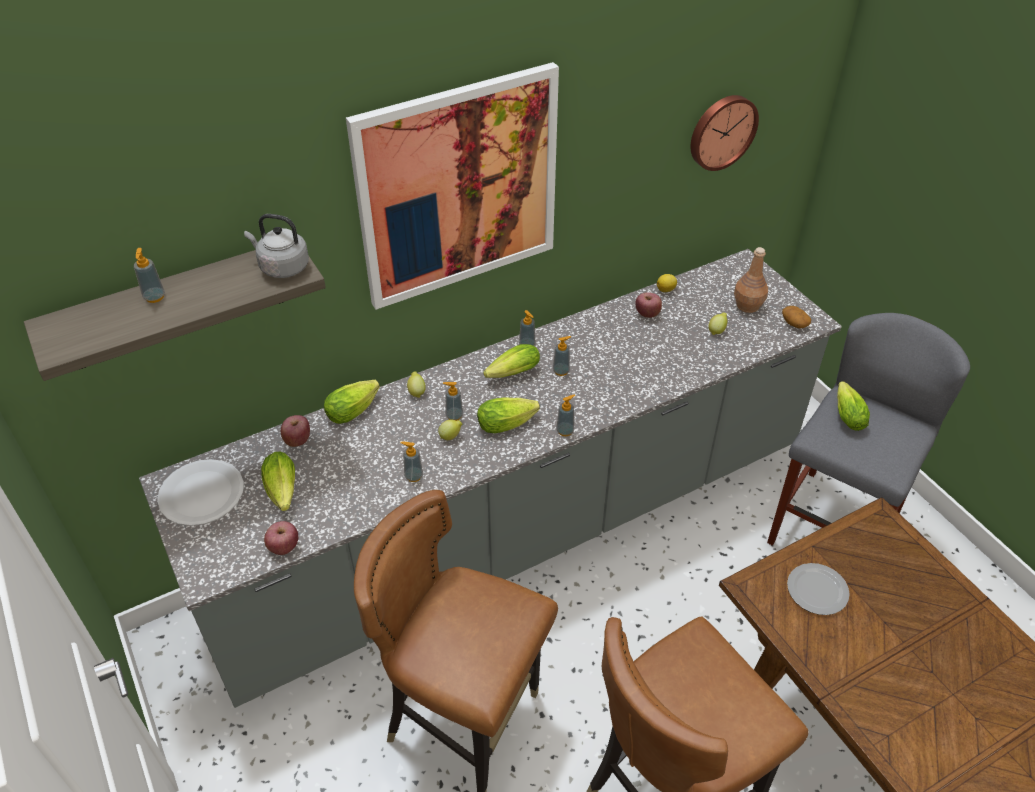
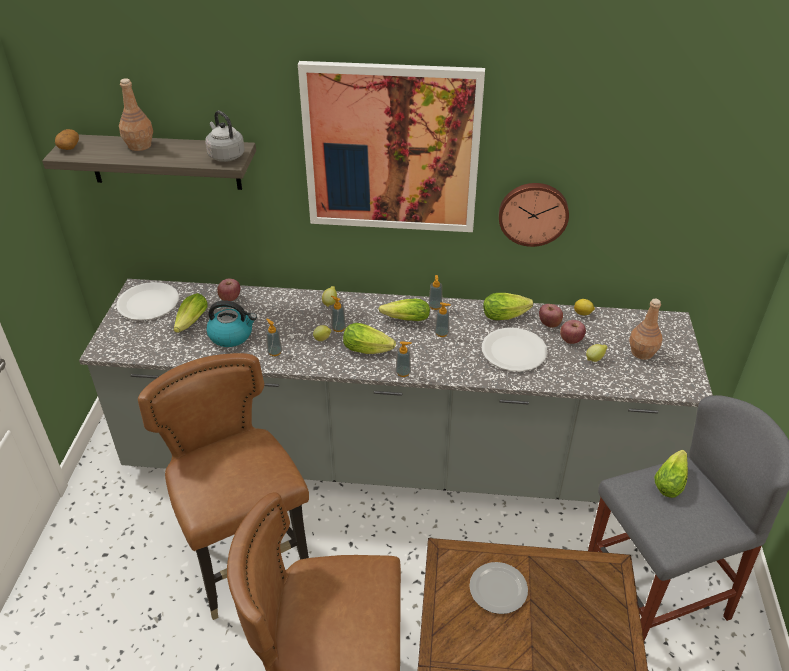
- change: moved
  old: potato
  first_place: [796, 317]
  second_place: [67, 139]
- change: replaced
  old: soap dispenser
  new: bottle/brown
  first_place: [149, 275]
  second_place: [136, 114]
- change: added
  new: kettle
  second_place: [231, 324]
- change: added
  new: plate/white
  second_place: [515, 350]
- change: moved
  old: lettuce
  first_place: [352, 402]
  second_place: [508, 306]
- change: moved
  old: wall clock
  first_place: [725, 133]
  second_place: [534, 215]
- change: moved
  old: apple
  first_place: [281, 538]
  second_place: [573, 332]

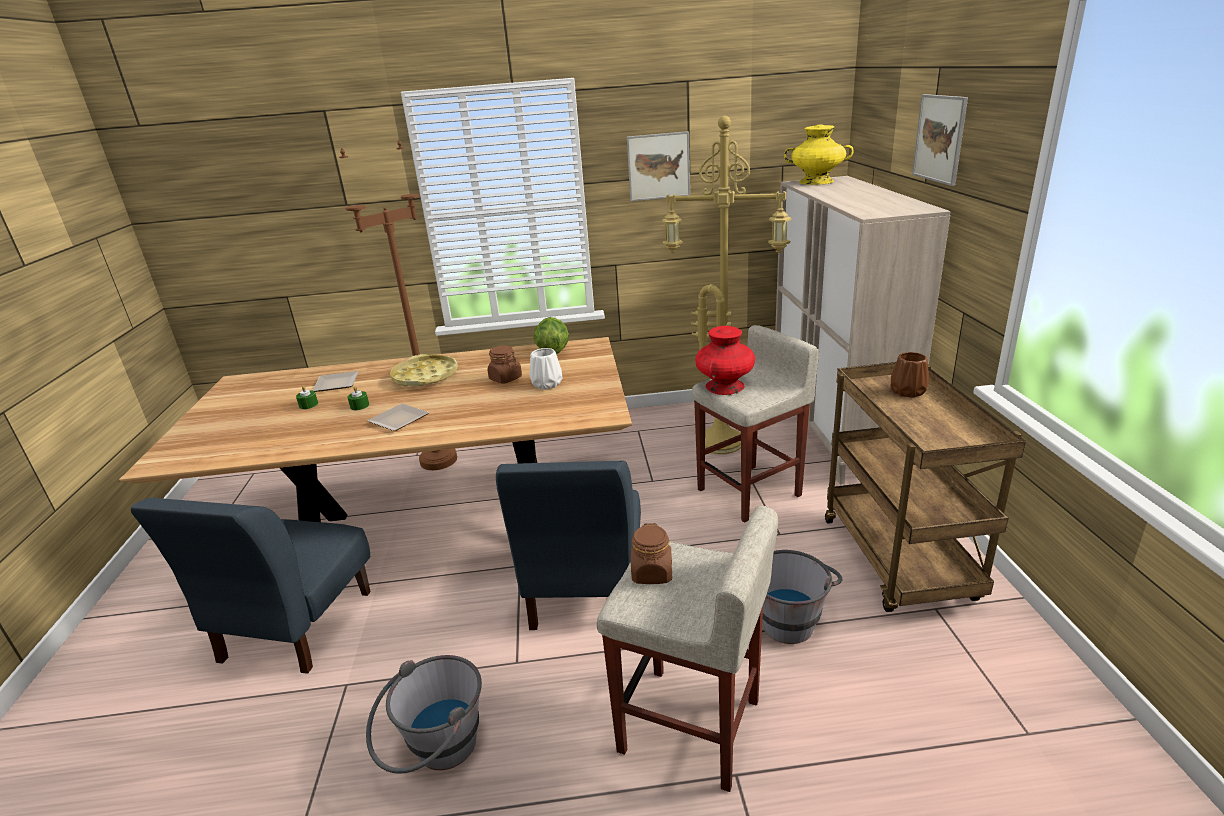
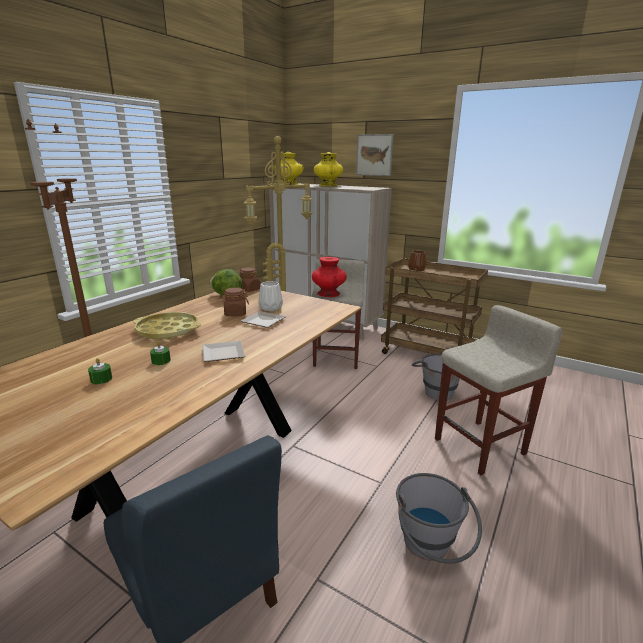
- change: moved
  old: jar/brown
  first_place: [651, 553]
  second_place: [250, 279]
- change: moved
  old: plate
  first_place: [335, 381]
  second_place: [263, 319]
- change: added
  new: vase/yellow
  second_place: [328, 169]
- change: removed
  old: chair/blue
  first_place: [568, 545]
- change: removed
  old: picture
  first_place: [658, 166]

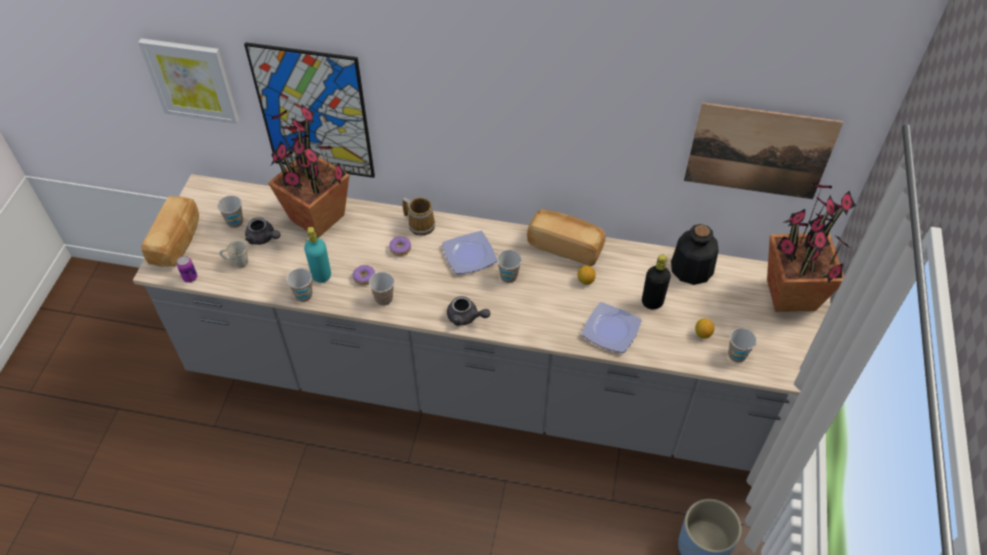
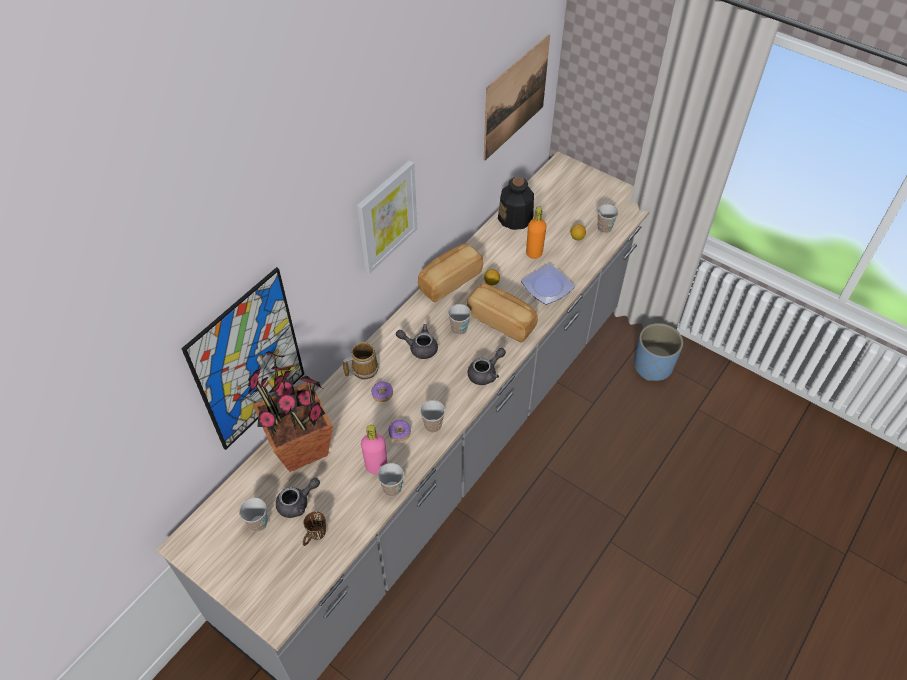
- change: recoloured
  old: mug/white
  new: mug/brown
  first_place: [233, 254]
  second_place: [314, 528]
- change: moved
  old: picture
  first_place: [188, 81]
  second_place: [387, 217]
- change: recoloured
  old: bottle/turquoise
  new: bottle/pink
  first_place: [317, 255]
  second_place: [374, 449]
- change: replaced
  old: plate
  new: teapot/grey
  first_place: [469, 252]
  second_place: [417, 341]
- change: moved
  old: bread
  first_place: [170, 231]
  second_place: [502, 313]
- change: recoloured
  old: bottle/black
  new: bottle/orange
  first_place: [656, 282]
  second_place: [536, 233]
- change: removed
  old: can
  first_place: [187, 269]
- change: removed
  old: potted plant
  first_place: [811, 247]

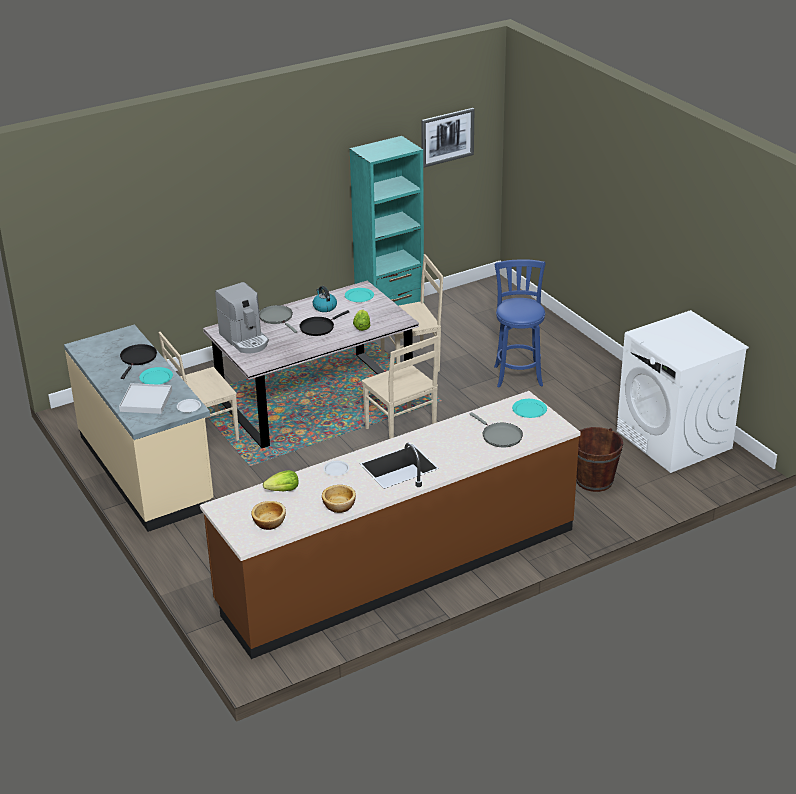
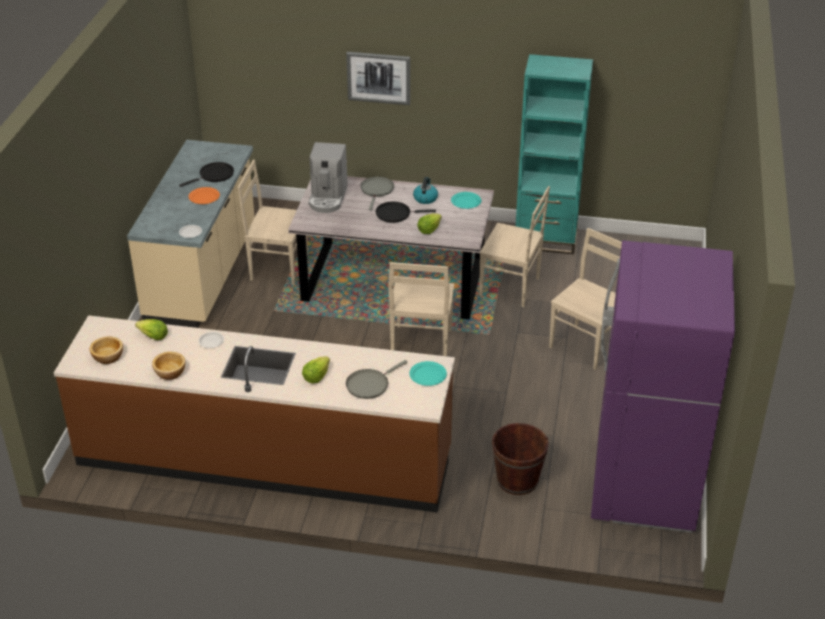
- change: recoloured
  old: plate/turquoise
  new: plate/orange
  first_place: [156, 376]
  second_place: [204, 195]
- change: added
  new: lettuce
  second_place: [316, 369]
- change: moved
  old: picture
  first_place: [447, 138]
  second_place: [378, 78]
- change: turned
  old: frying pan/grey
  first_place: [496, 429]
  second_place: [376, 379]
  degrees: 45
- change: replaced
  old: stool/blue
  new: chair/beige
  first_place: [519, 323]
  second_place: [585, 299]
- change: replaced
  old: washing machine/white
  new: fridge/purple
  first_place: [683, 391]
  second_place: [663, 386]
- change: removed
  old: tray/white
  first_place: [145, 398]

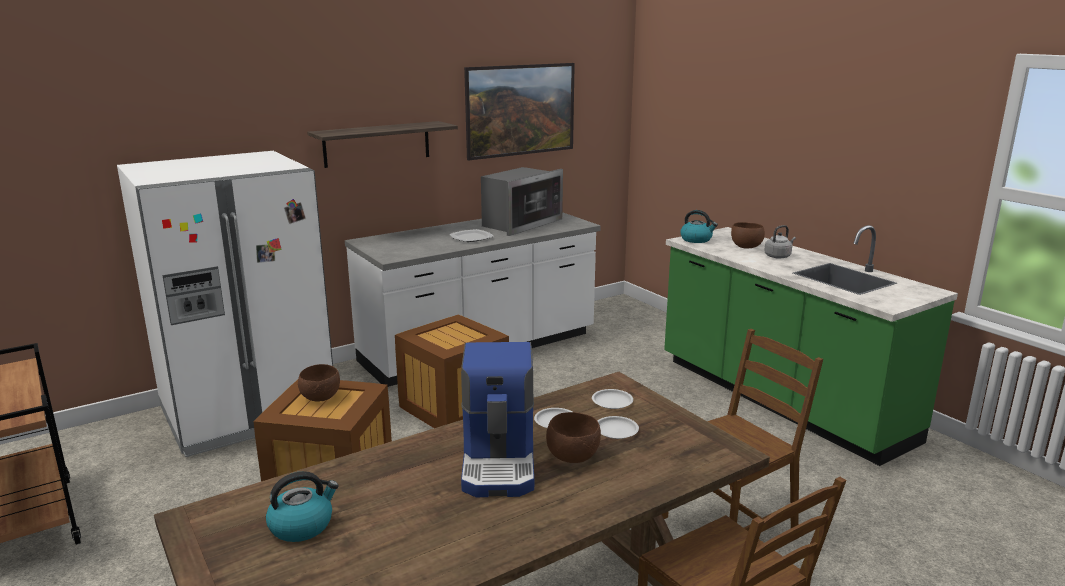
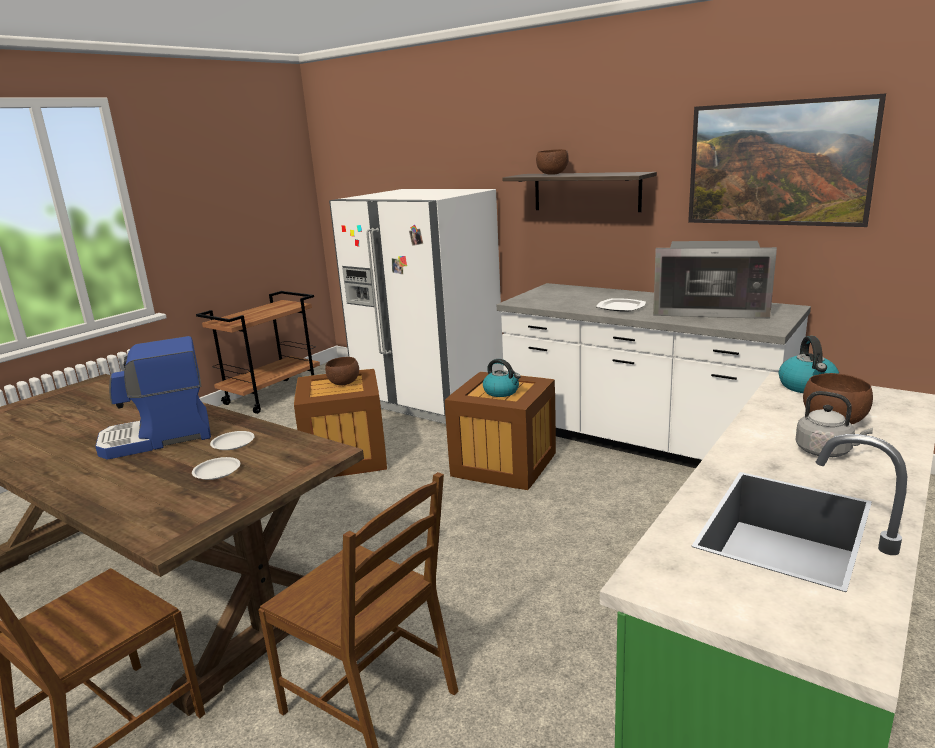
- change: moved
  old: kettle
  first_place: [302, 506]
  second_place: [502, 378]
- change: moved
  old: bowl/brown
  first_place: [573, 437]
  second_place: [552, 162]
- change: removed
  old: plate/white
  first_place: [612, 399]

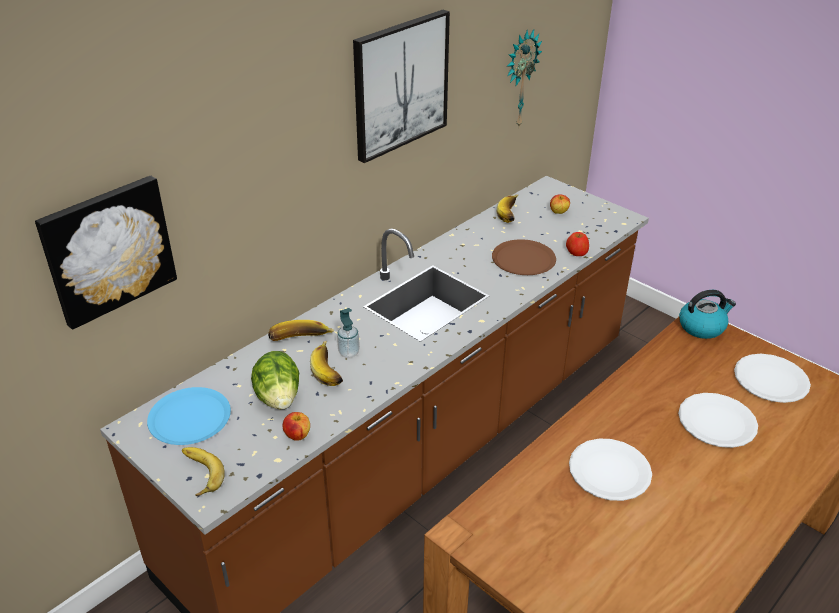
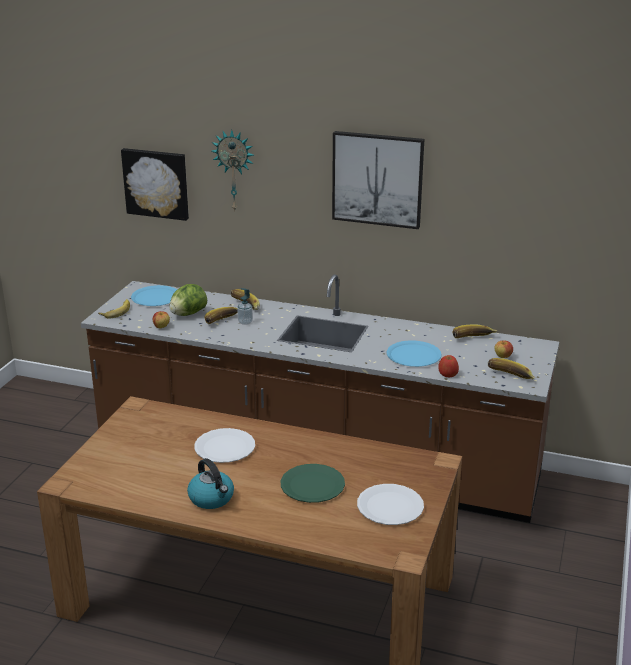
- change: moved
  old: kettle
  first_place: [707, 314]
  second_place: [210, 483]
- change: moved
  old: wall clock
  first_place: [524, 77]
  second_place: [233, 170]
- change: recoloured
  old: plate/white
  new: plate/green
  first_place: [718, 420]
  second_place: [313, 483]
- change: recoloured
  old: plate/brown
  new: plate/blue
  first_place: [524, 257]
  second_place: [414, 353]
- change: added
  new: banana
  second_place: [511, 368]

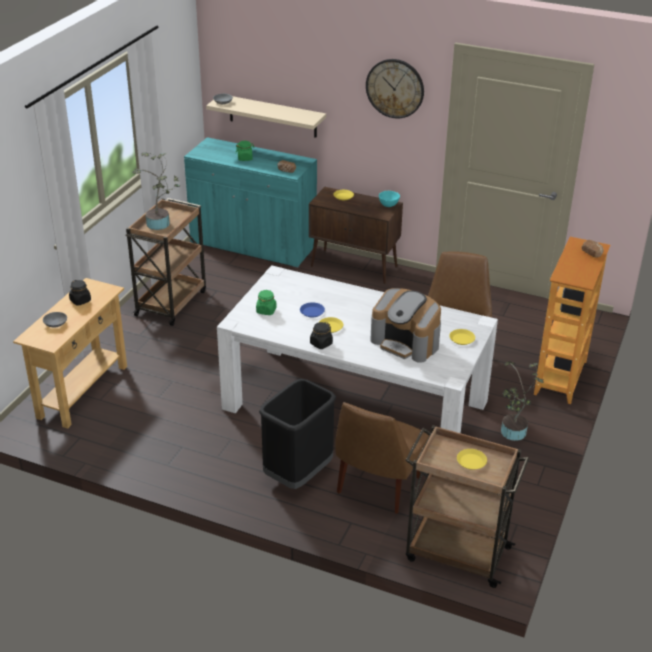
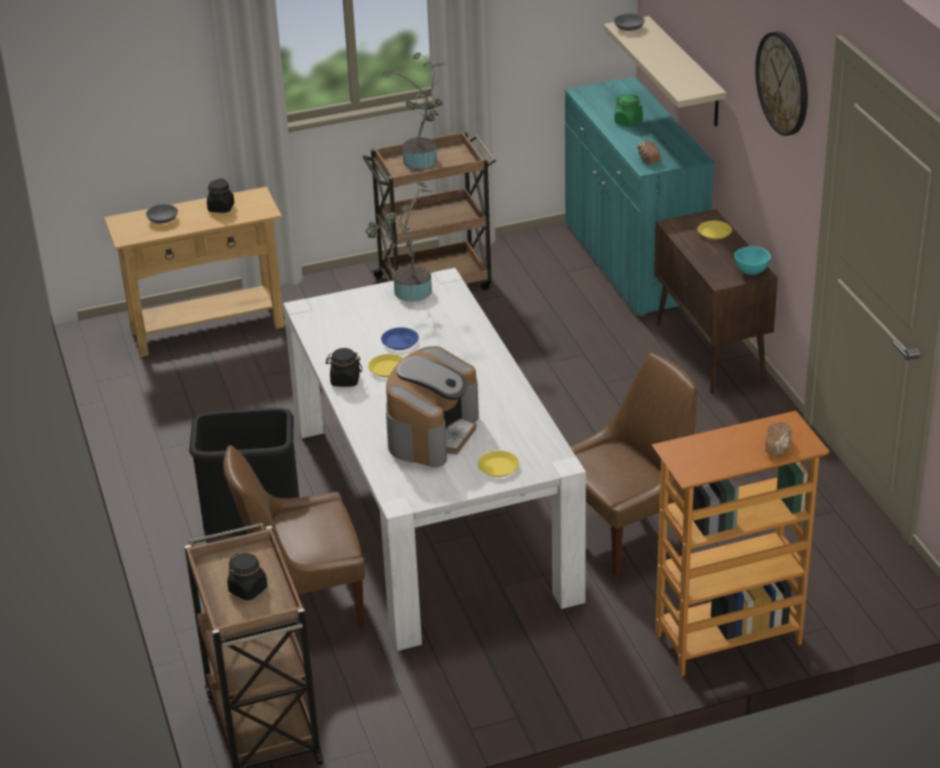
- change: replaced
  old: plate/yellow
  new: jar/black
  first_place: [472, 459]
  second_place: [247, 577]
- change: moved
  old: potted plant
  first_place: [522, 401]
  second_place: [398, 241]
- change: turned
  old: coffee machine
  first_place: [405, 325]
  second_place: [432, 406]
  degrees: -150
- change: removed
  old: jar/green
  first_place: [266, 302]

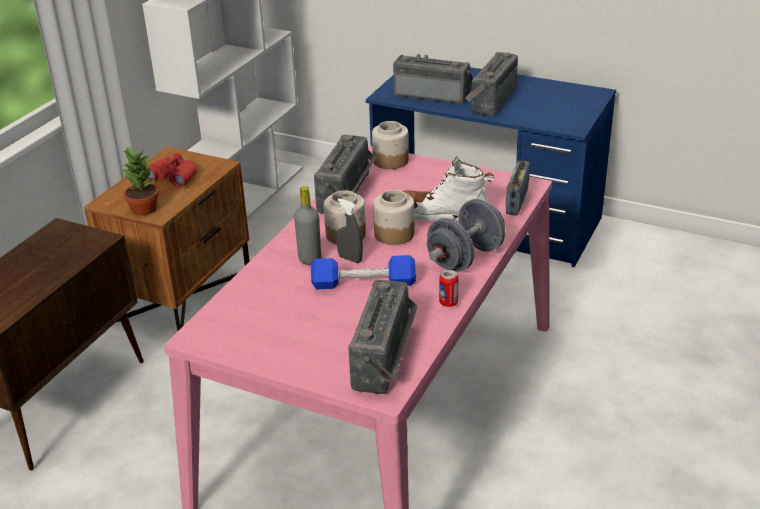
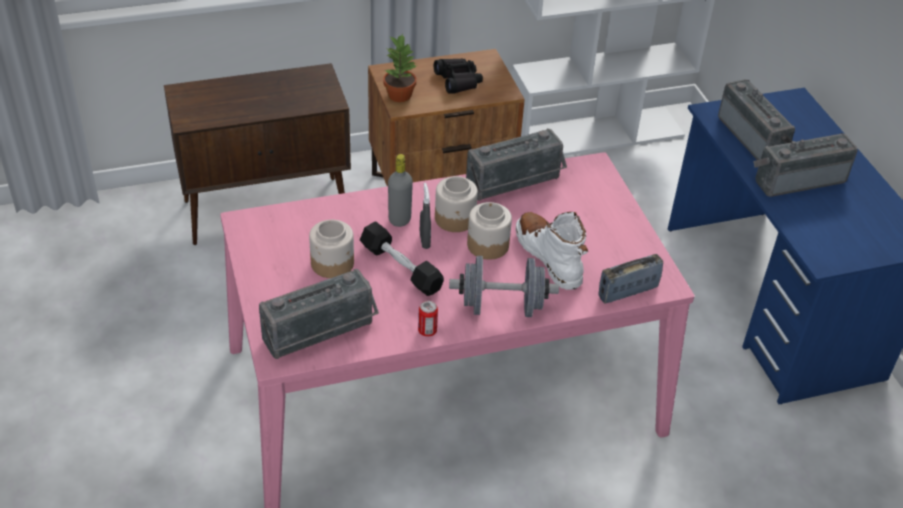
- change: moved
  old: jar
  first_place: [390, 145]
  second_place: [331, 249]
- change: recoloured
  old: dumbbell/blue
  new: dumbbell/black
  first_place: [363, 272]
  second_place: [402, 258]
- change: recoloured
  old: binoculars/red
  new: binoculars/black
  first_place: [171, 170]
  second_place: [458, 76]

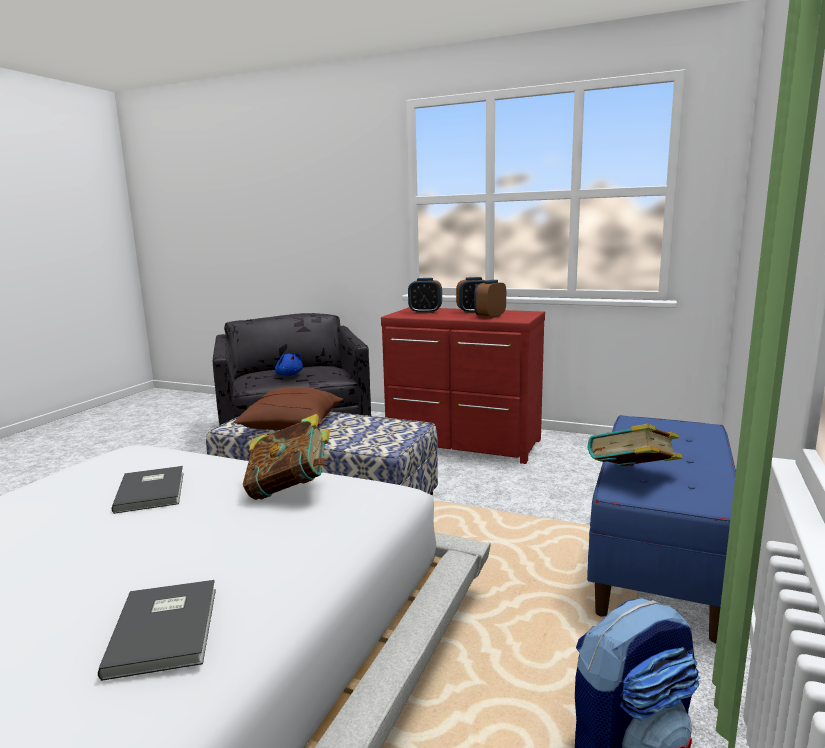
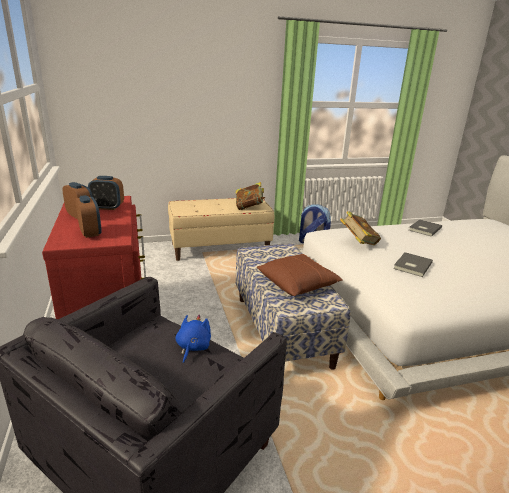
- change: recoloured
  old: bench/blue
  new: bench/beige
  first_place: [661, 529]
  second_place: [221, 229]

